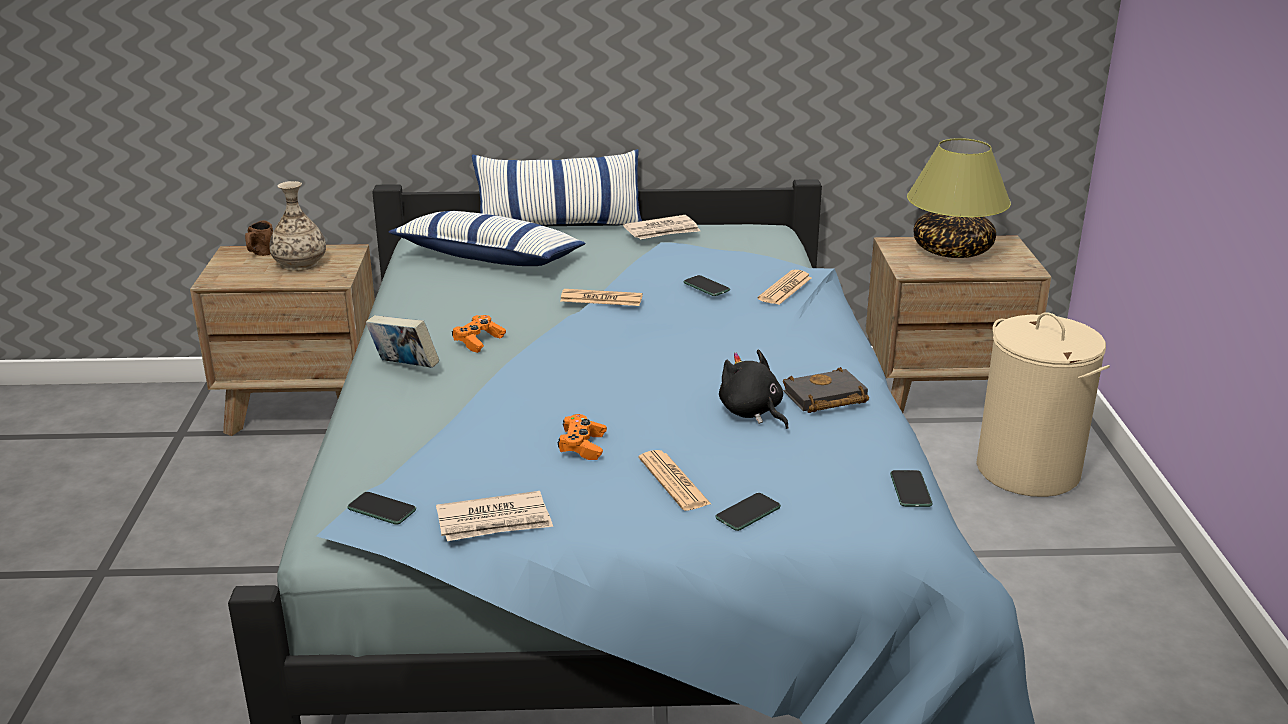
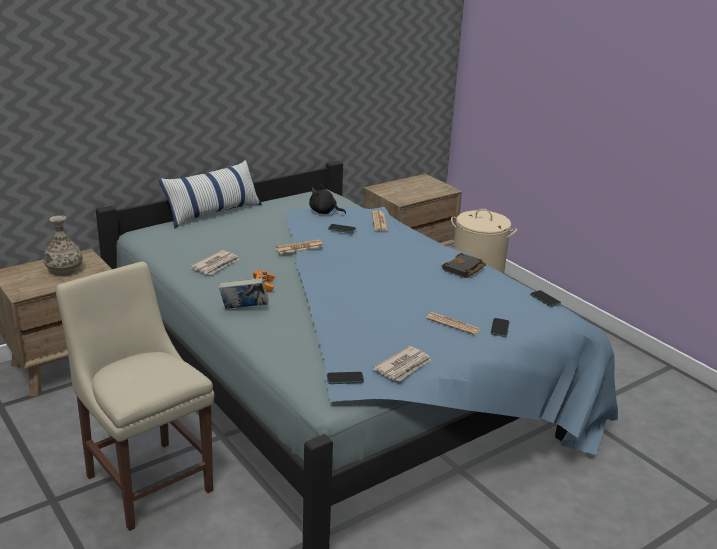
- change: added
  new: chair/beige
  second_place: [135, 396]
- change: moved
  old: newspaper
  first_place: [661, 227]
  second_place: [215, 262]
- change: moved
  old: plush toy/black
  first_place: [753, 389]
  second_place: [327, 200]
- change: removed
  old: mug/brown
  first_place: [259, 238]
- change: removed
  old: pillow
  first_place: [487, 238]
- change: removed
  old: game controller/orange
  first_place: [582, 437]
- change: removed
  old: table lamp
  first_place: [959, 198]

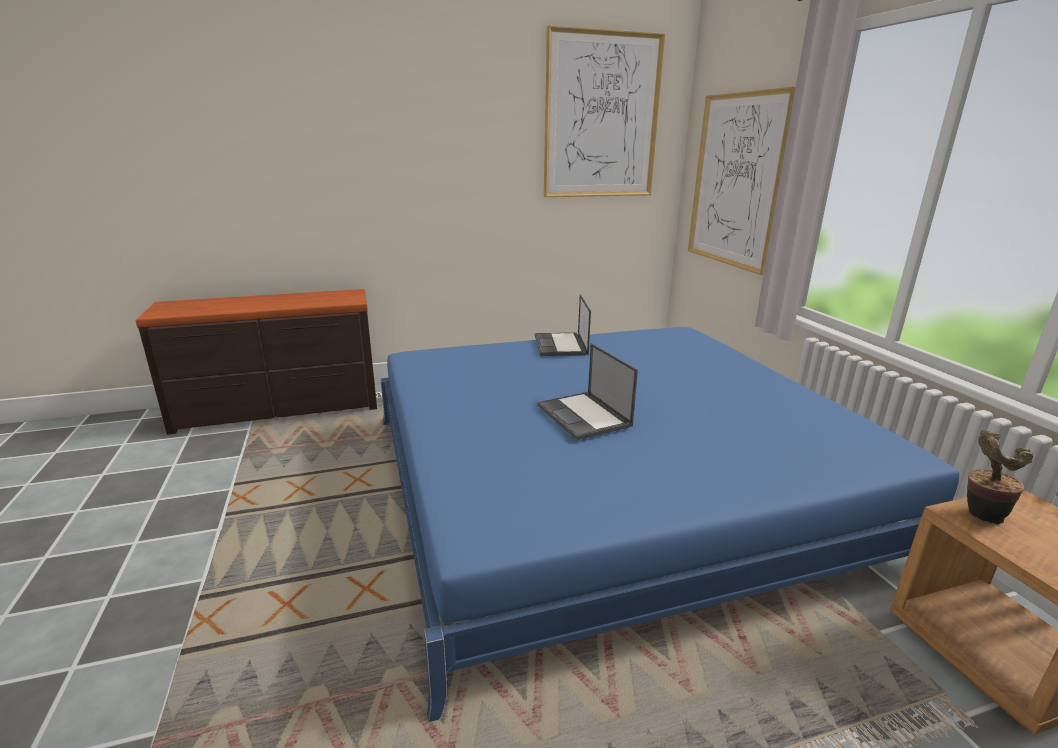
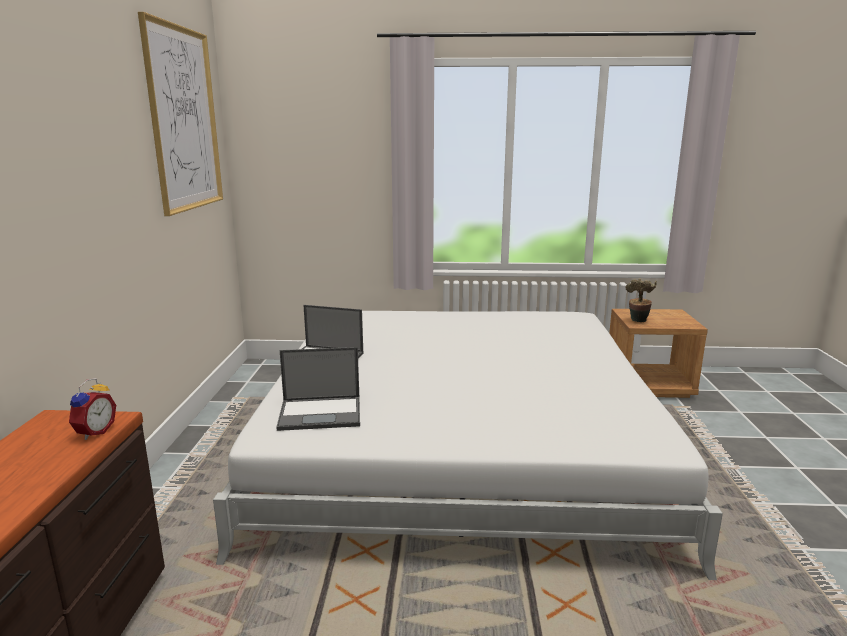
- change: added
  new: alarm clock
  second_place: [92, 409]
- change: recoloured
  old: bed/blue
  new: bed/white
  first_place: [670, 524]
  second_place: [468, 445]
- change: moved
  old: laptop
  first_place: [587, 391]
  second_place: [318, 389]
- change: removed
  old: picture
  first_place: [742, 181]

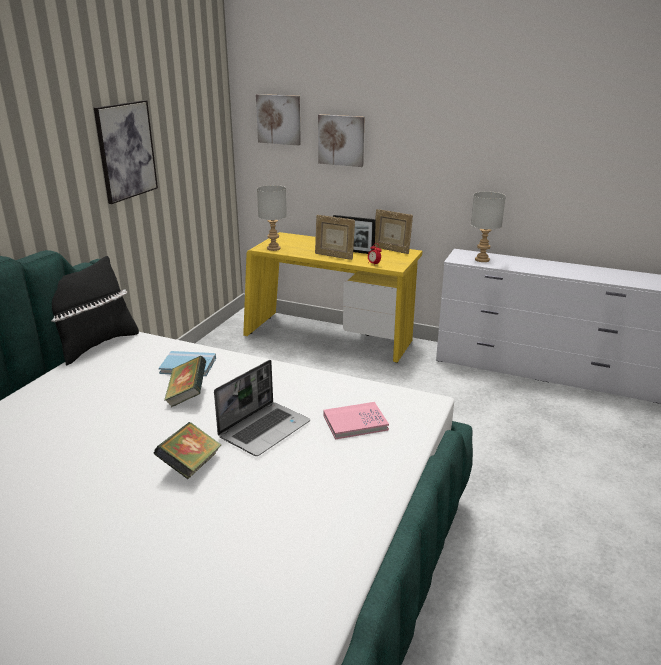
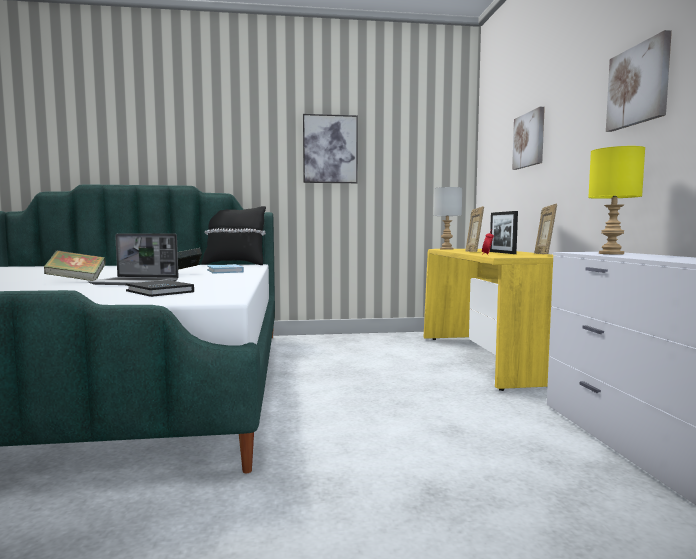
- change: recoloured
  old: book/pink
  new: book/black
  first_place: [356, 421]
  second_place: [160, 288]
- change: recoloured
  old: table lamp/grey
  new: table lamp/yellow
  first_place: [488, 226]
  second_place: [616, 200]
- change: moved
  old: picture
  first_place: [278, 119]
  second_place: [639, 81]

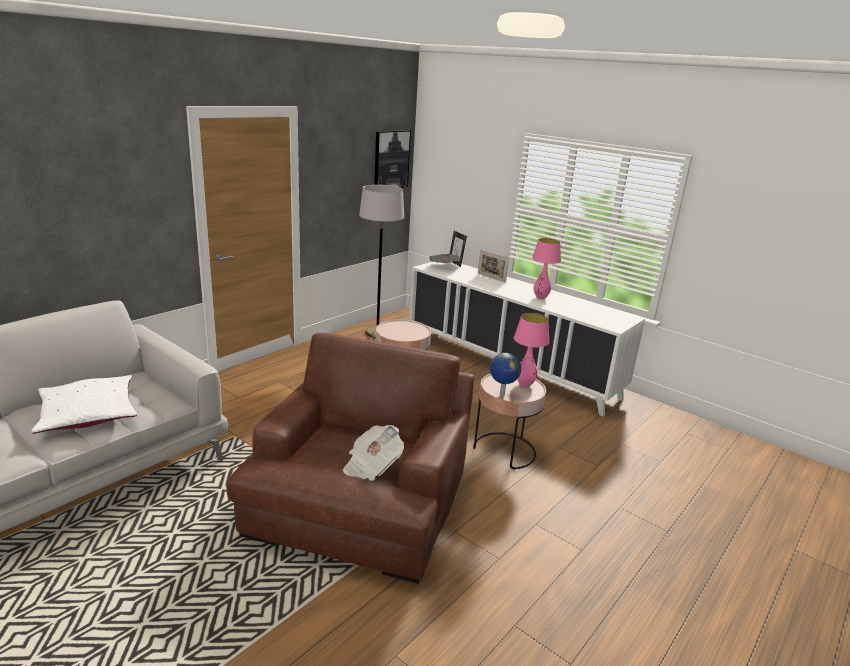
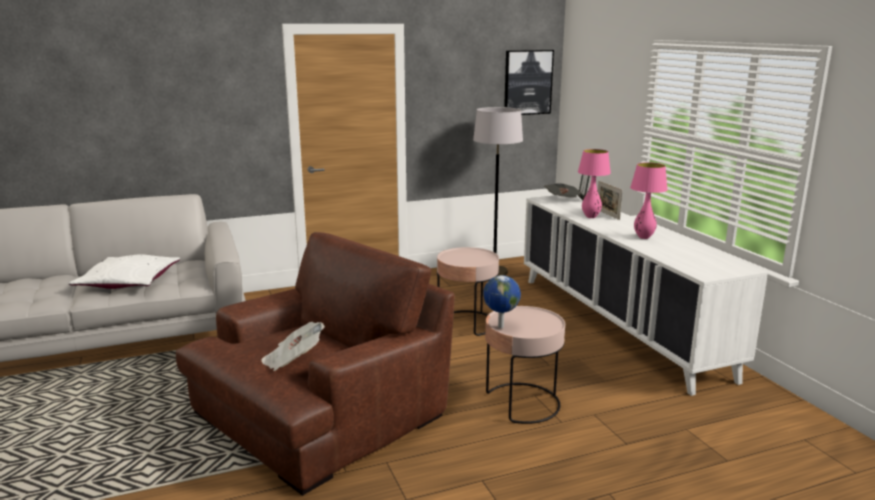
- change: moved
  old: table lamp/pink
  first_place: [531, 350]
  second_place: [594, 183]

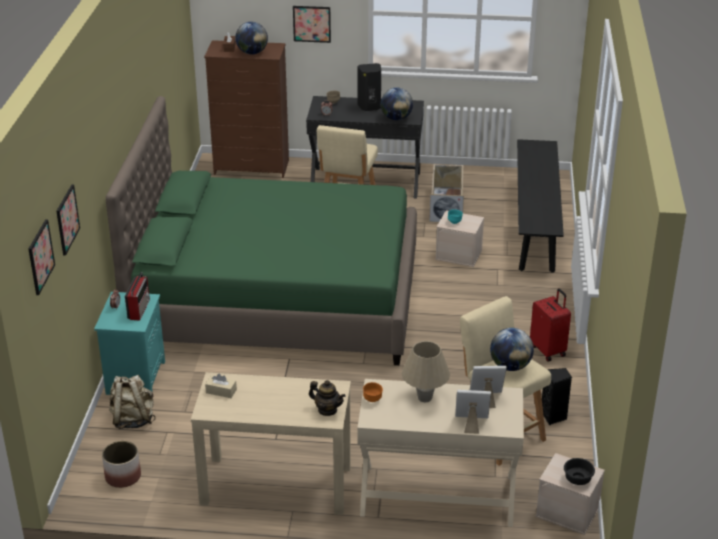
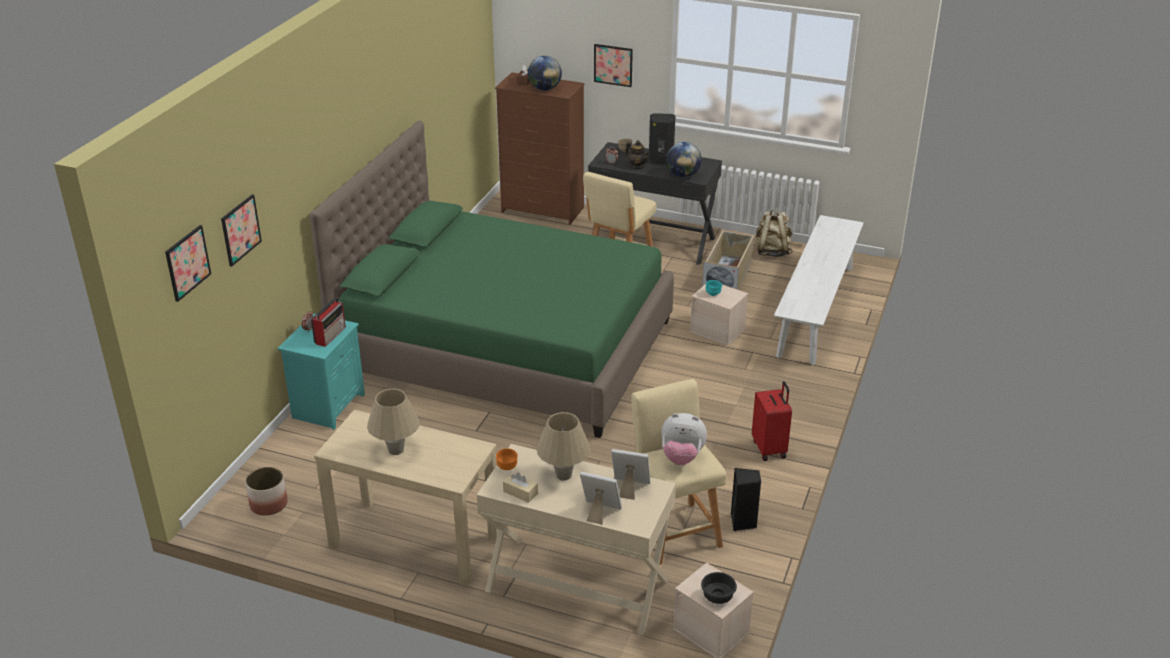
- change: added
  new: table lamp/beige
  second_place: [393, 422]
- change: moved
  old: tissue box/beige
  first_place: [221, 385]
  second_place: [520, 487]
- change: moved
  old: teapot
  first_place: [327, 398]
  second_place: [637, 154]
- change: replaced
  old: globe
  new: plush toy
  first_place: [512, 349]
  second_place: [684, 439]
- change: moved
  old: backpack/beige
  first_place: [132, 402]
  second_place: [774, 233]
- change: recoloured
  old: bench/black
  new: bench/white
  first_place: [540, 206]
  second_place: [819, 290]

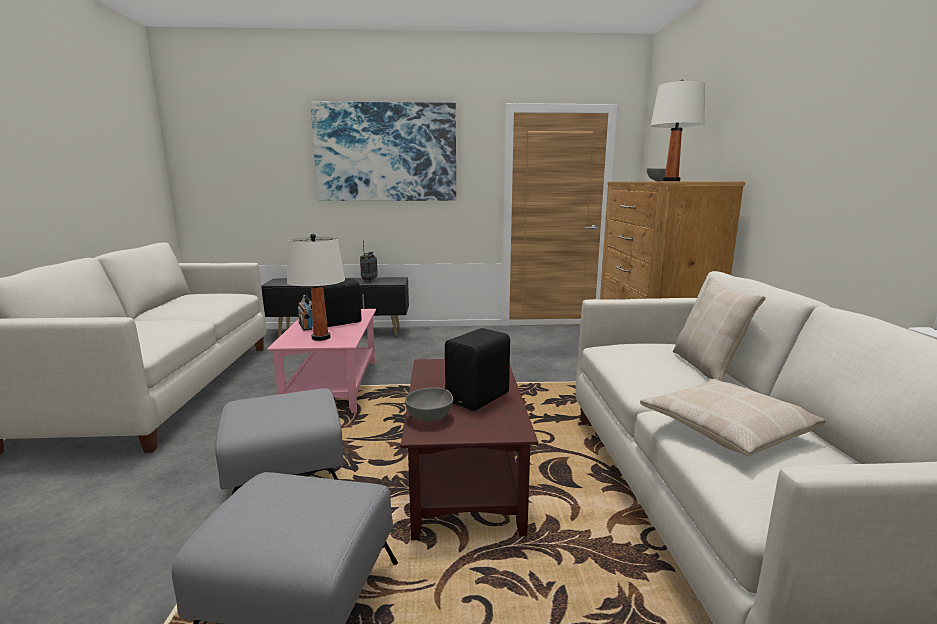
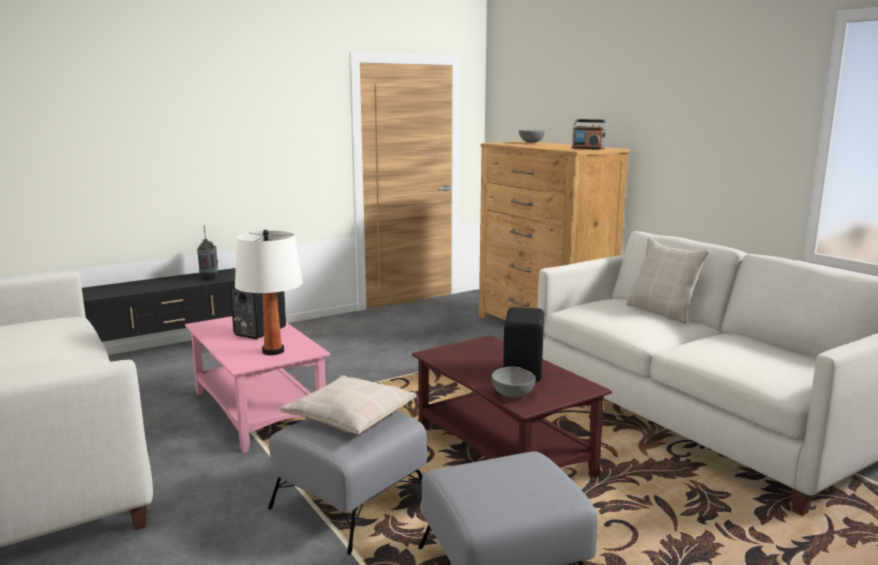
- change: moved
  old: pillow/beige
  first_place: [733, 417]
  second_place: [348, 404]
- change: moved
  old: radio
  first_place: [305, 313]
  second_place: [590, 134]
- change: removed
  old: picture
  first_place: [383, 151]
- change: removed
  old: table lamp/white
  first_place: [678, 130]

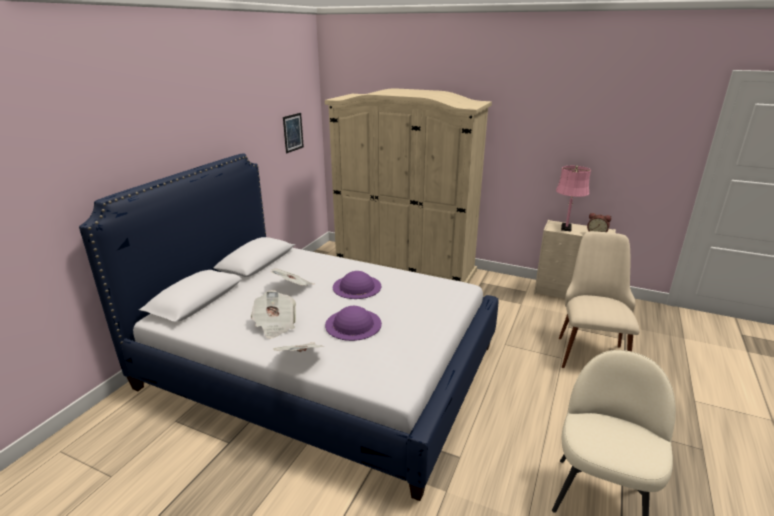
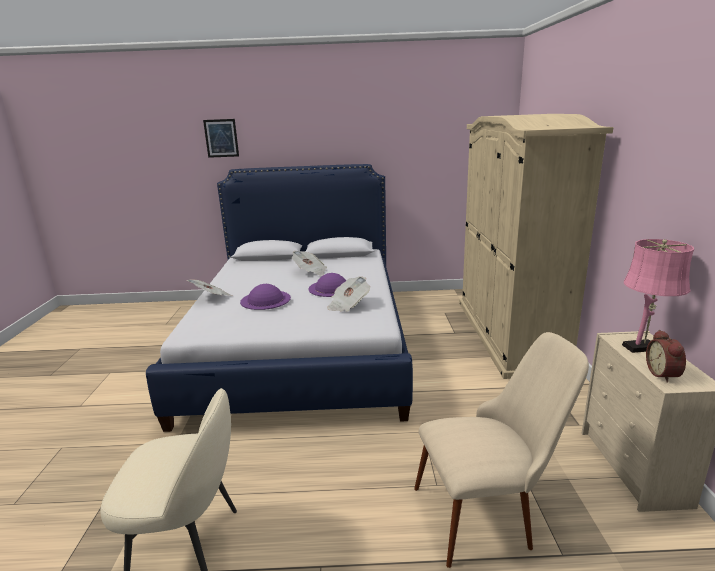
- change: moved
  old: picture
  first_place: [293, 133]
  second_place: [221, 138]
- change: moved
  old: newspaper
  first_place: [273, 314]
  second_place: [348, 294]

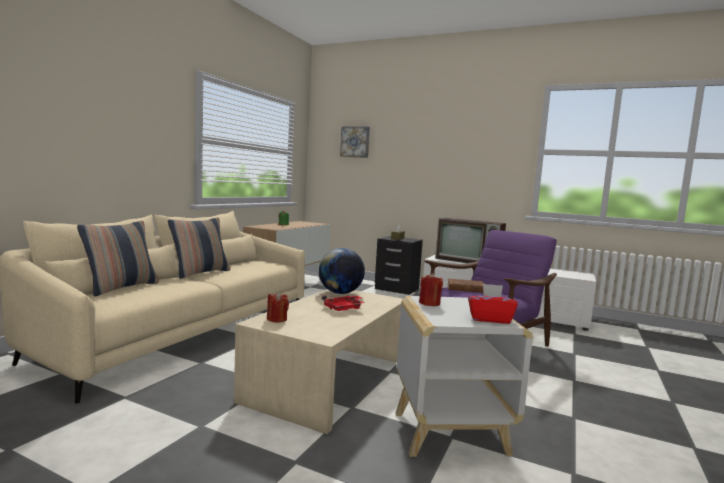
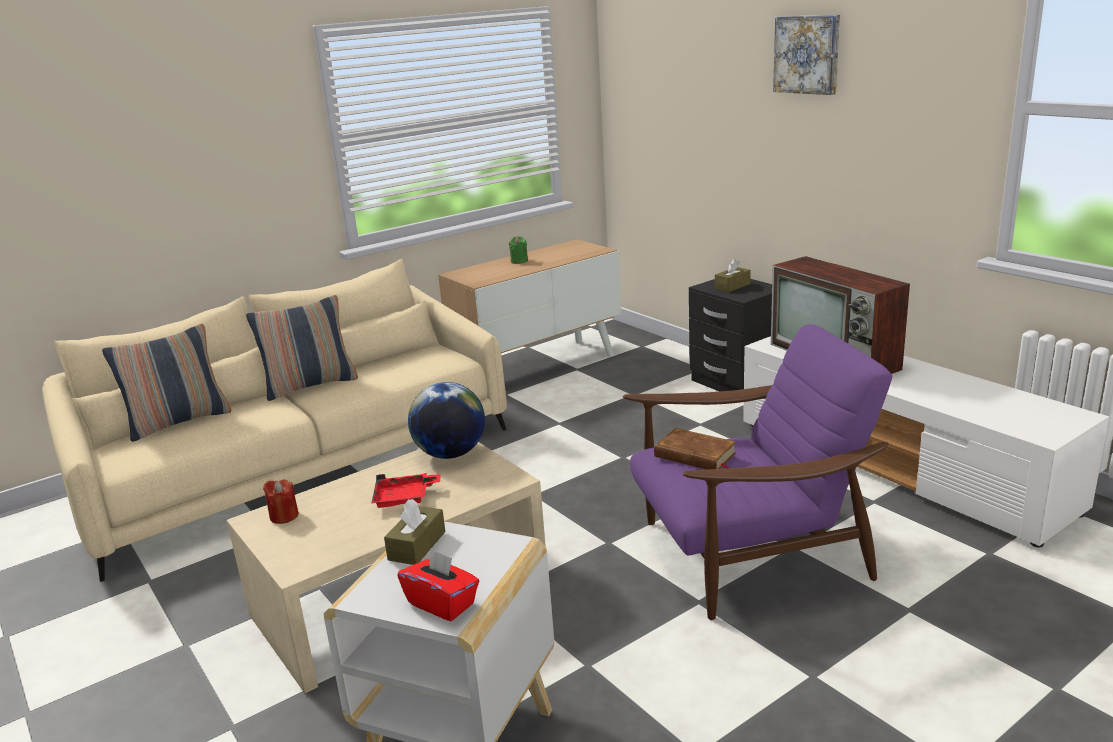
- change: replaced
  old: candle/red
  new: tissue box/brown
  first_place: [431, 289]
  second_place: [414, 532]
- change: moved
  old: picture
  first_place: [355, 142]
  second_place: [806, 55]

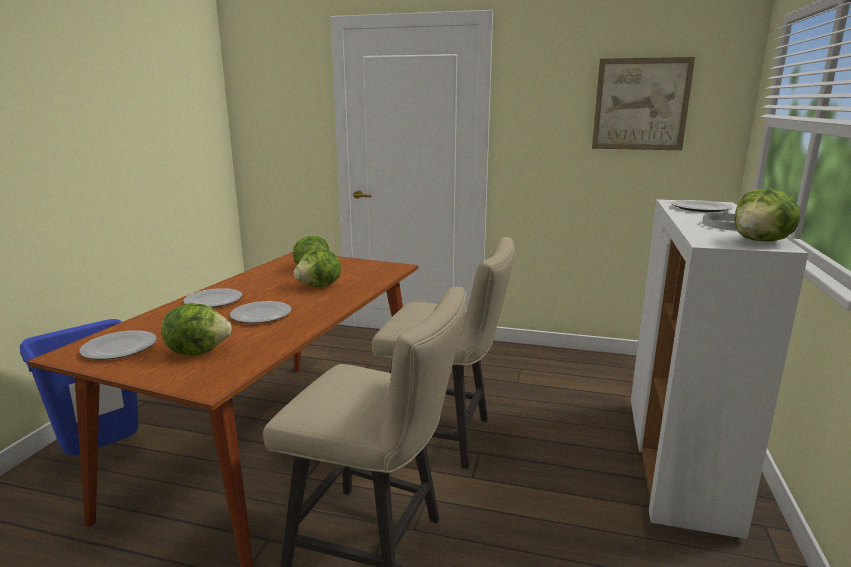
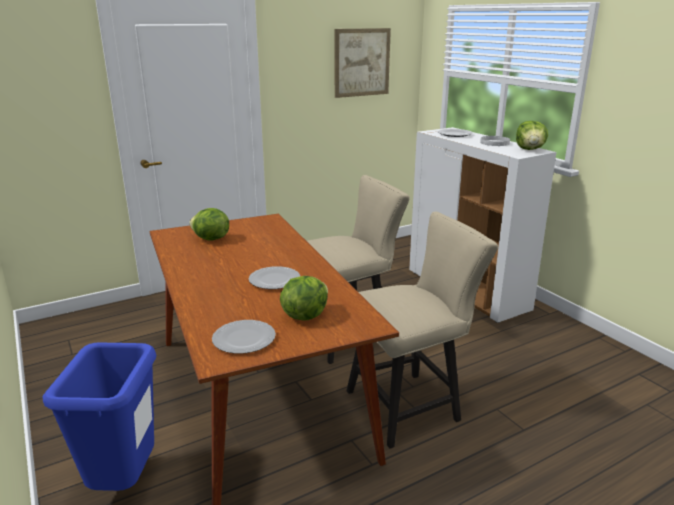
- change: removed
  old: plate
  first_place: [212, 297]
- change: removed
  old: lettuce
  first_place: [317, 268]

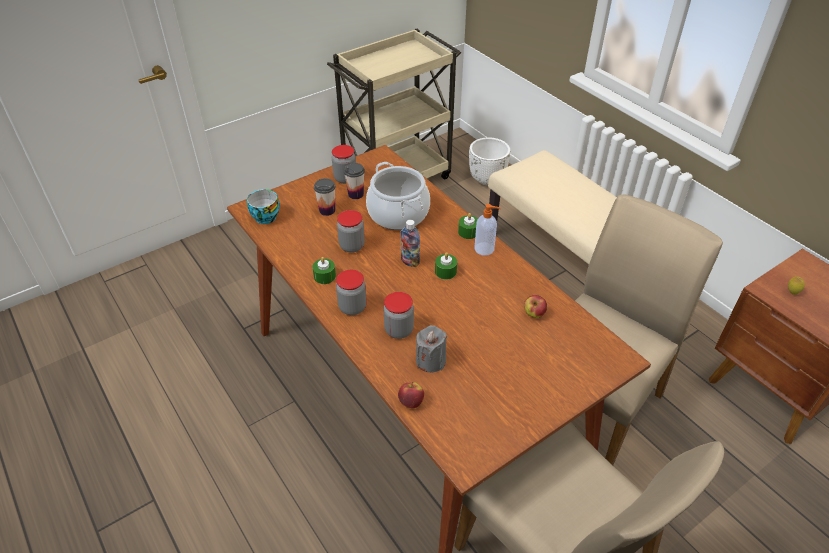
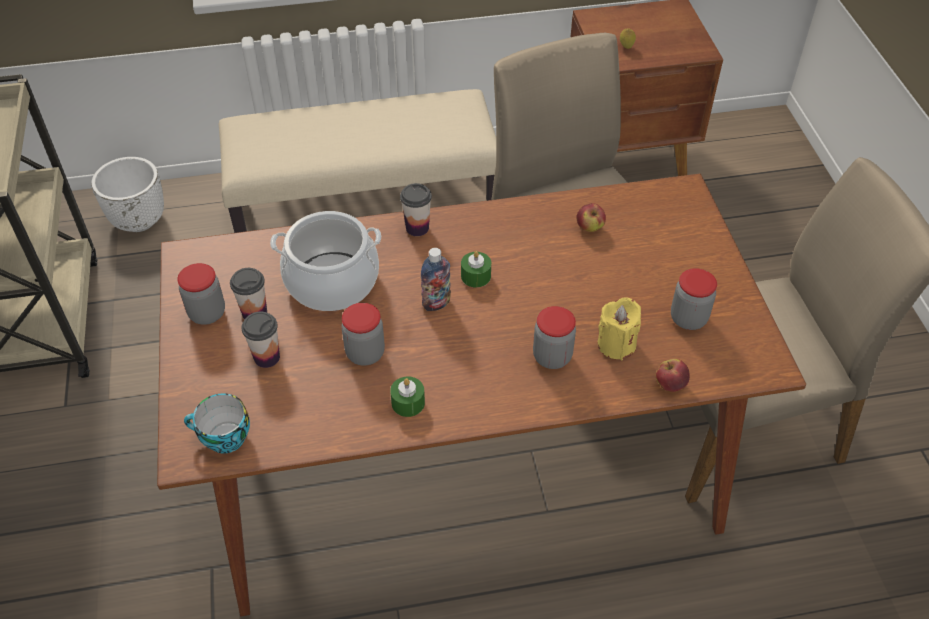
- change: replaced
  old: candle/green
  new: cup
  first_place: [468, 226]
  second_place: [416, 209]
- change: recoloured
  old: candle/grey
  new: candle/yellow
  first_place: [431, 349]
  second_place: [619, 328]
- change: moved
  old: jar
  first_place: [351, 292]
  second_place: [694, 299]
- change: removed
  old: soap dispenser
  first_place: [487, 230]

